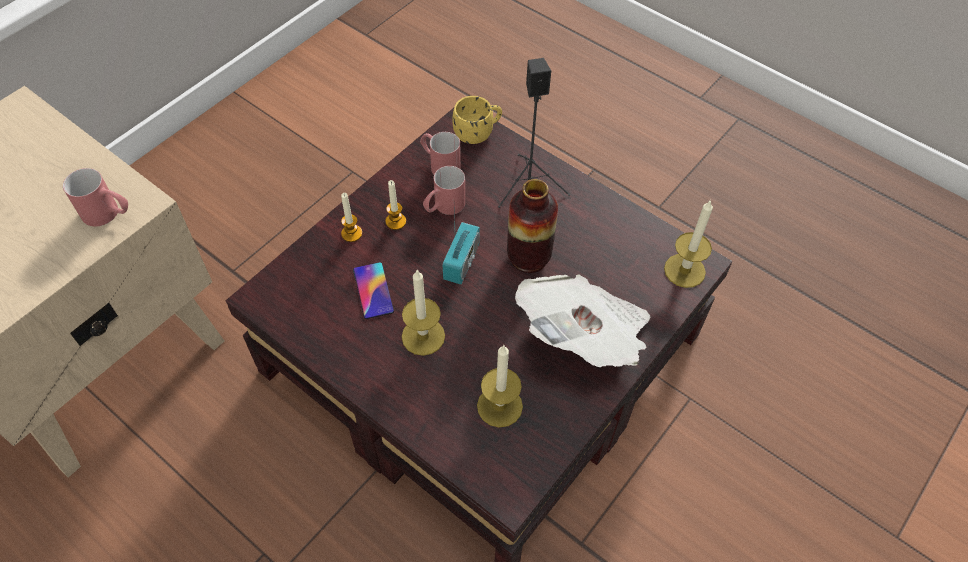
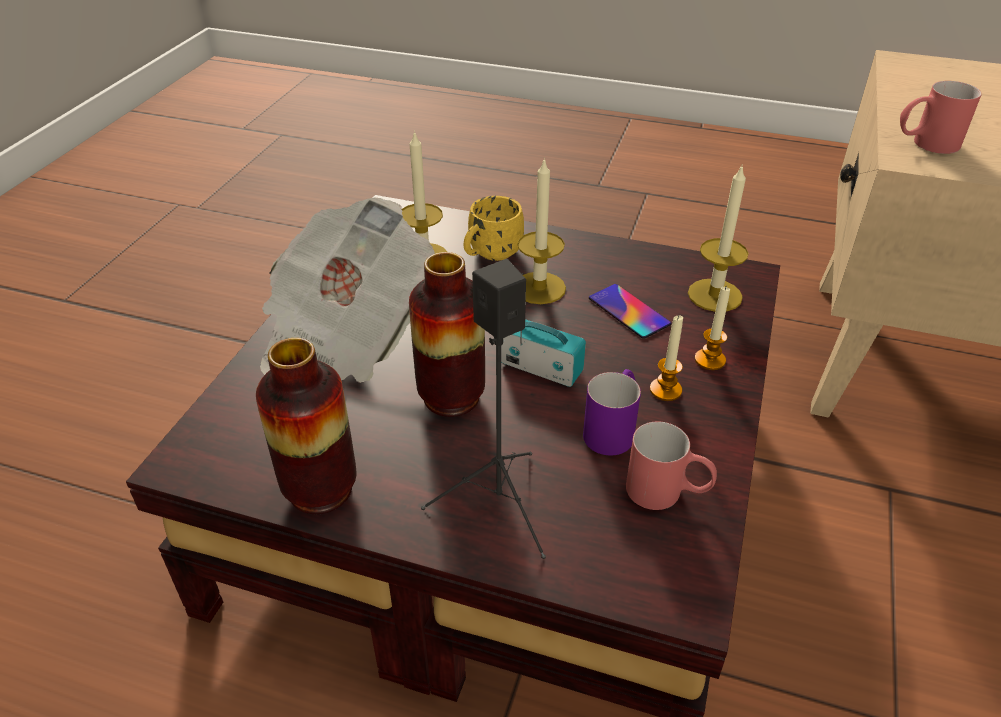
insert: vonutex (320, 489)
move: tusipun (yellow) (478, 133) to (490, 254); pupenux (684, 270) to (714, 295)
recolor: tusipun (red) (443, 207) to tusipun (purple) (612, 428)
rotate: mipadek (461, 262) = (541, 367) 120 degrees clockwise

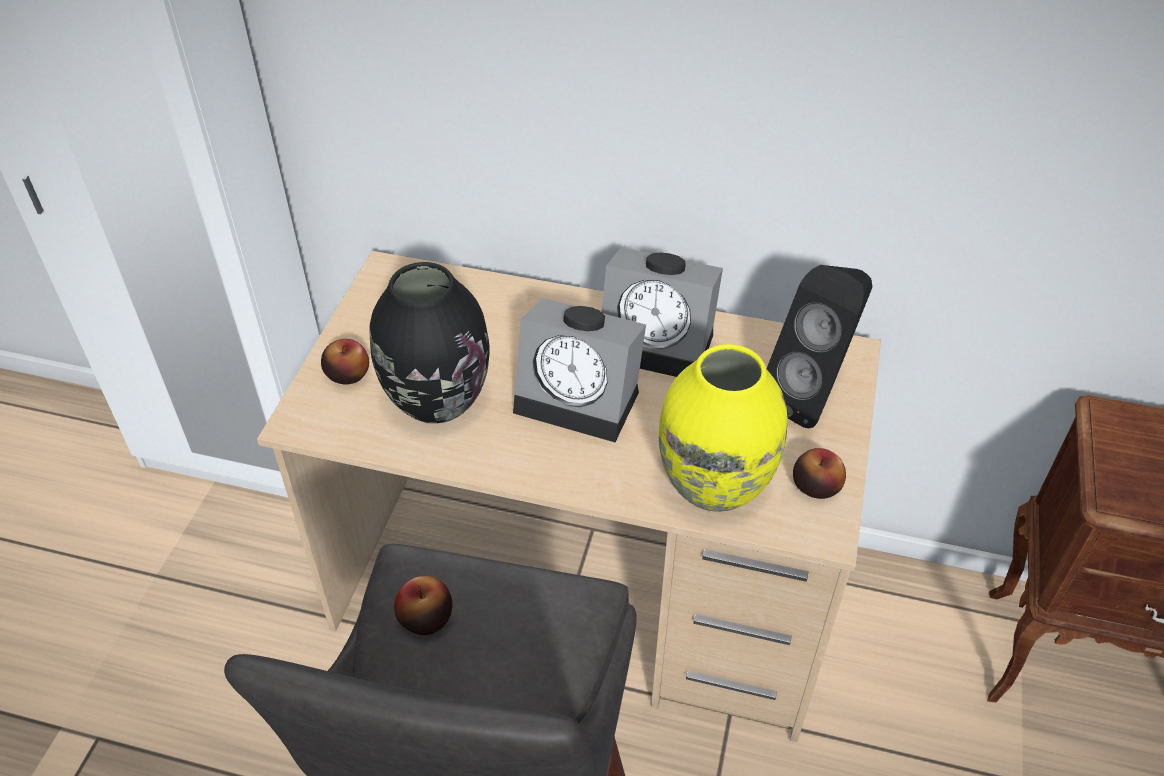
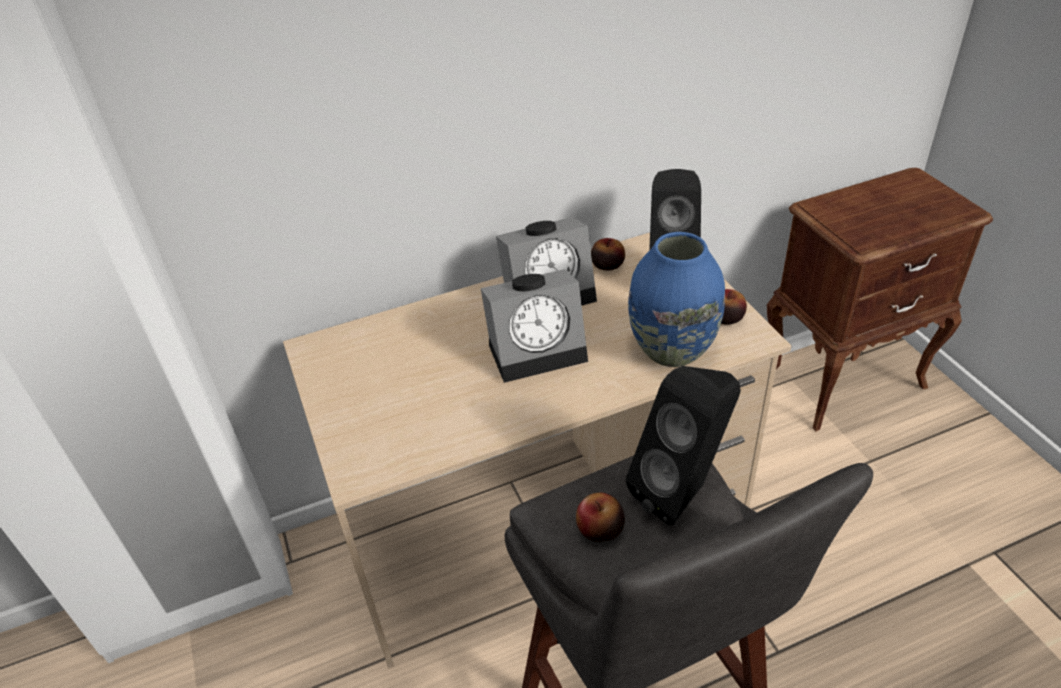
delete: vonutex (black) (437, 400)
insert: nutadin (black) (683, 491)
move: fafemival (348, 374) to (607, 265)
recolor: vonutex (yellow) (713, 485) to vonutex (blue) (671, 350)

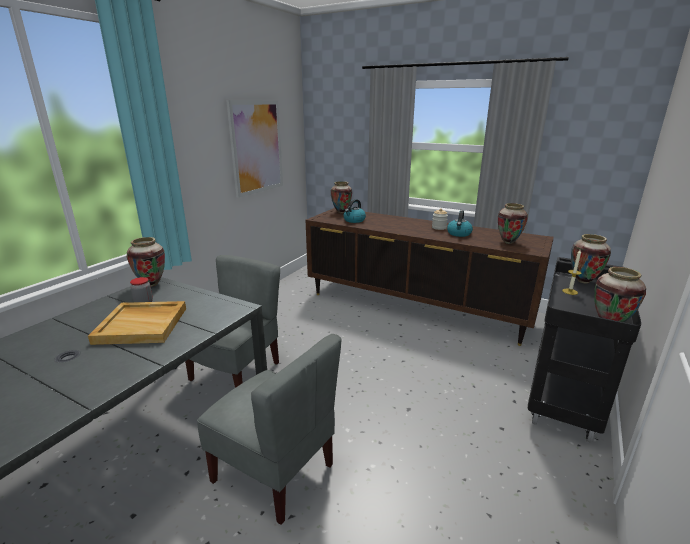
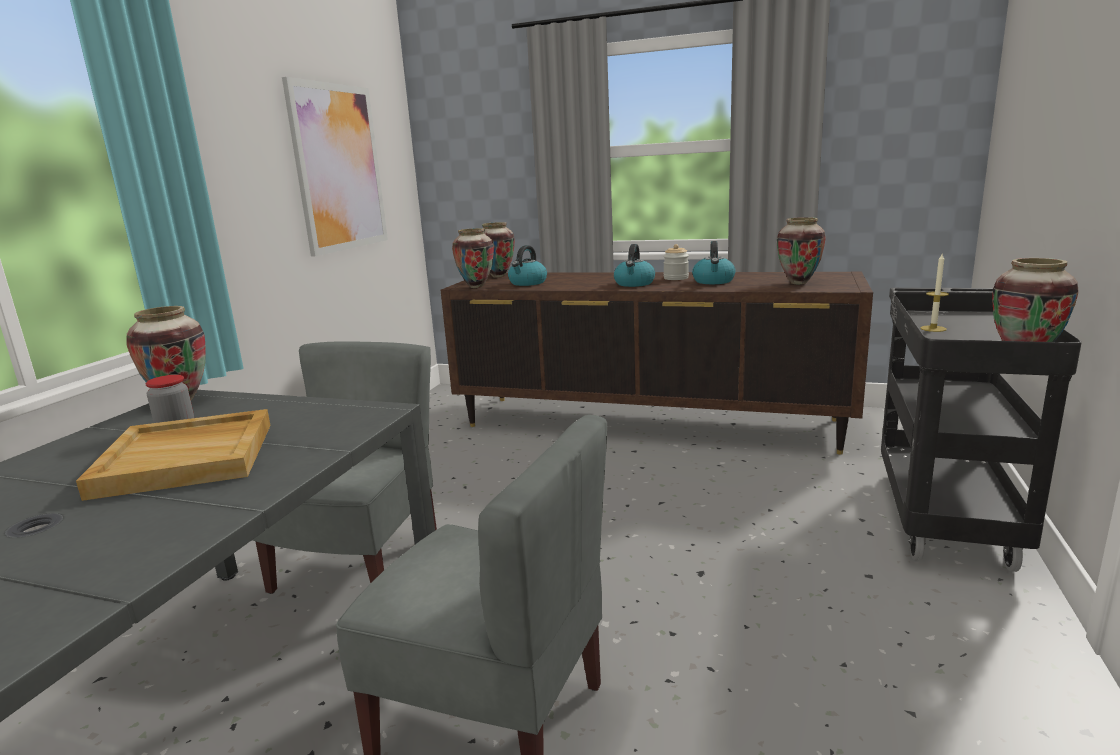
insert: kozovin (634, 284)
move: vonutex (583, 281) to (476, 287)

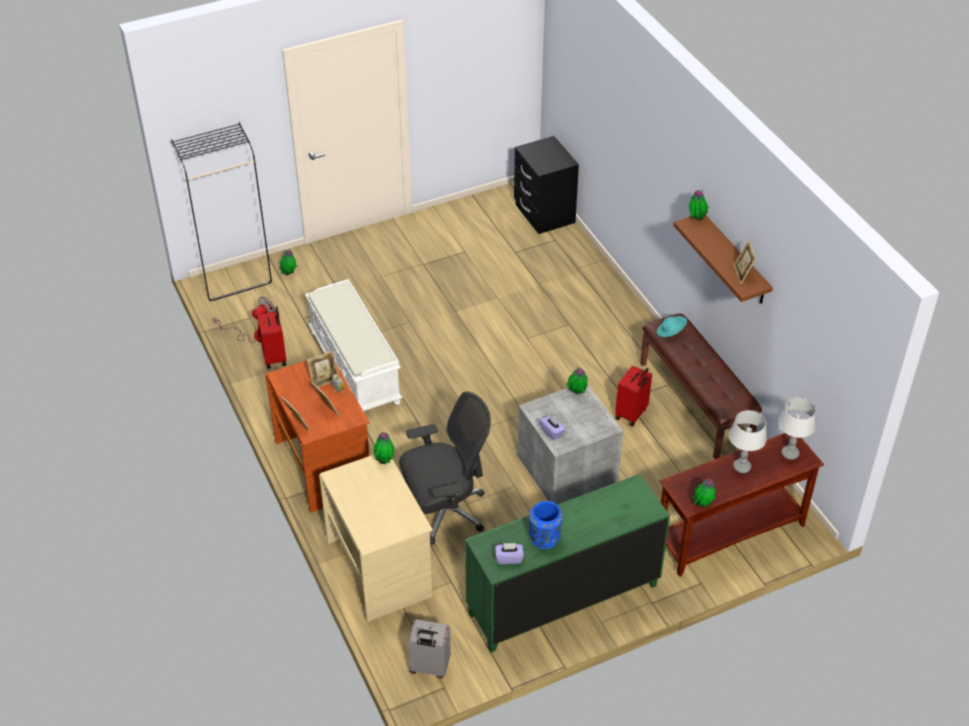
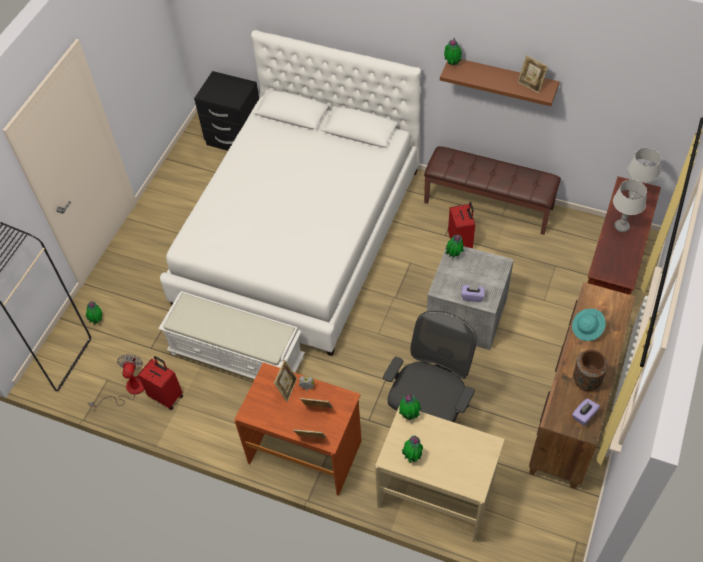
delete: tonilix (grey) (429, 667)
insert: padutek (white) (300, 235)
move: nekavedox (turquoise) (671, 332) to (587, 329); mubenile (702, 506) to (412, 457)
recolor: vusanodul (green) (563, 600) to vusanodul (brown) (572, 410); vonutex (blue) (545, 538) to vonutex (brown) (586, 380)

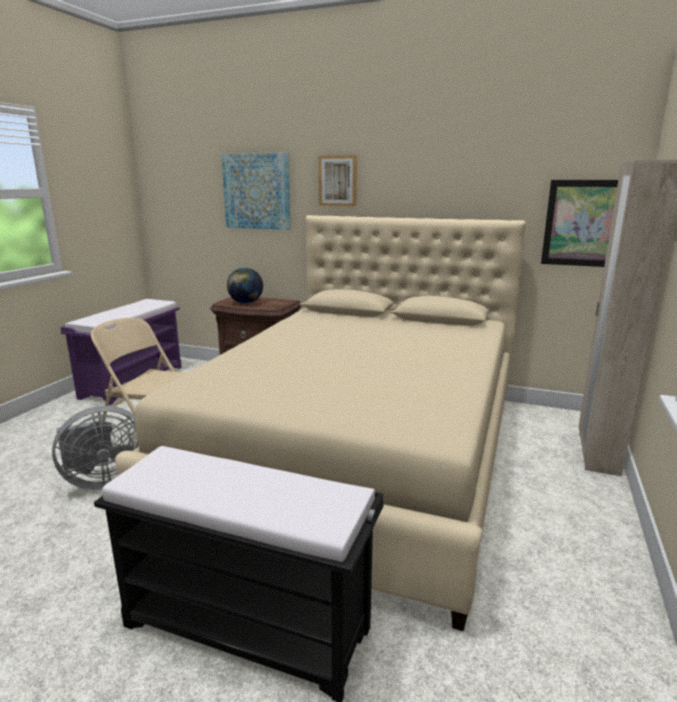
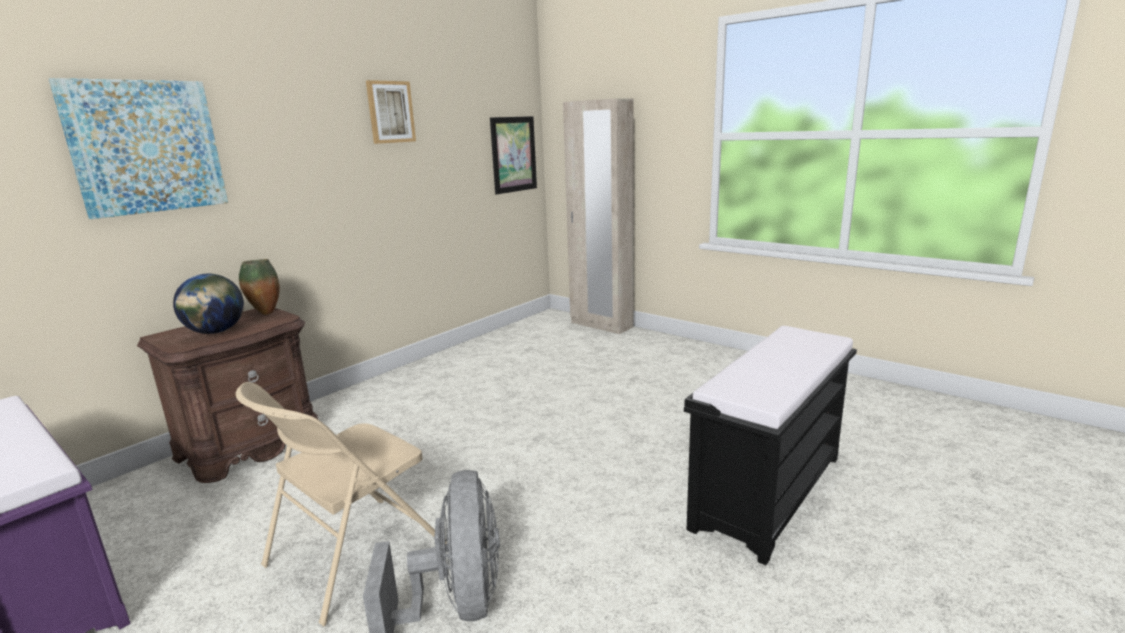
delete: padutek (beige) (360, 455)
insert: vonutex (265, 313)
move: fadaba (338, 181) to (390, 112)

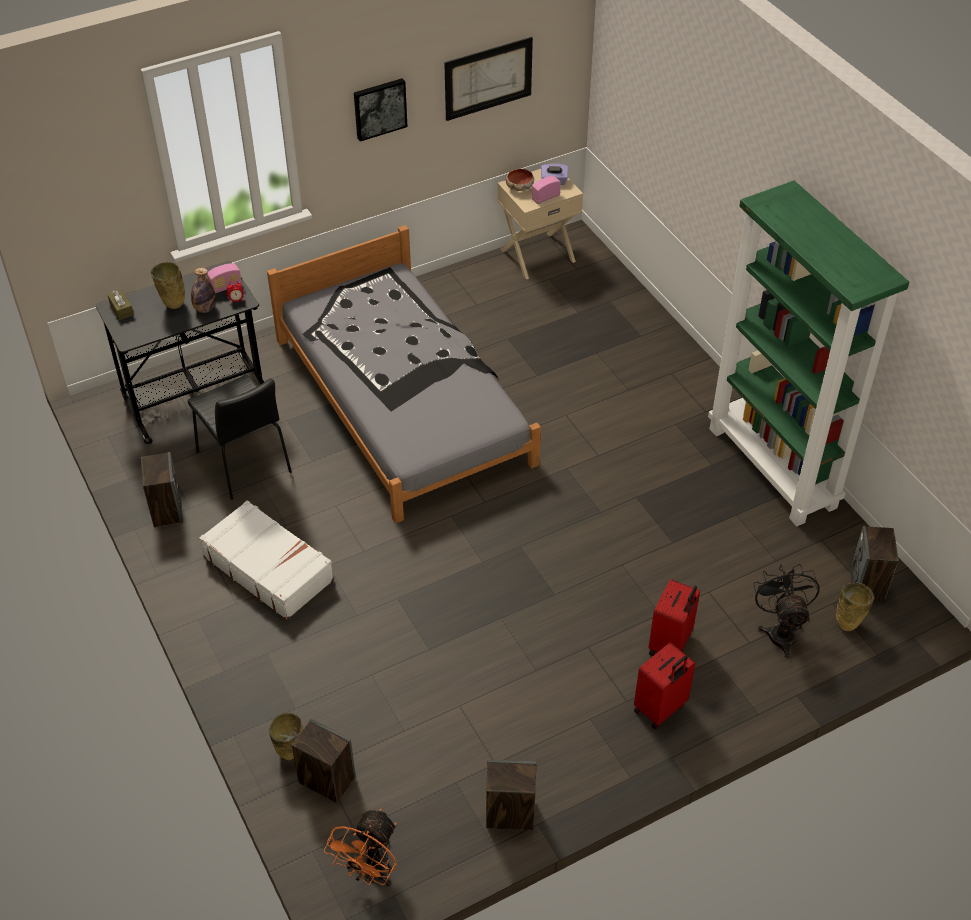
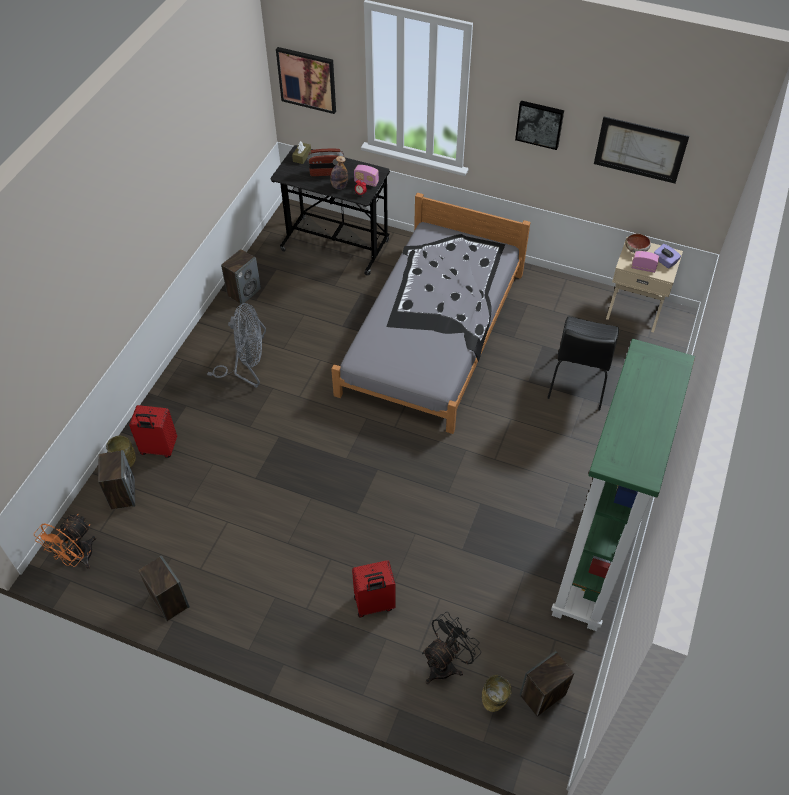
insert: fadaba (307, 79)
move: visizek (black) (246, 464) to (578, 383); tonilix (red) (660, 709) to (158, 449)
replace: vonutex (beige) (173, 306) to mipadek (327, 173); tonilix (white) (269, 568) to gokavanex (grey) (245, 363)
rotate: gokavanex (orange) (370, 872) = (77, 558) 45 degrees counterclockwise

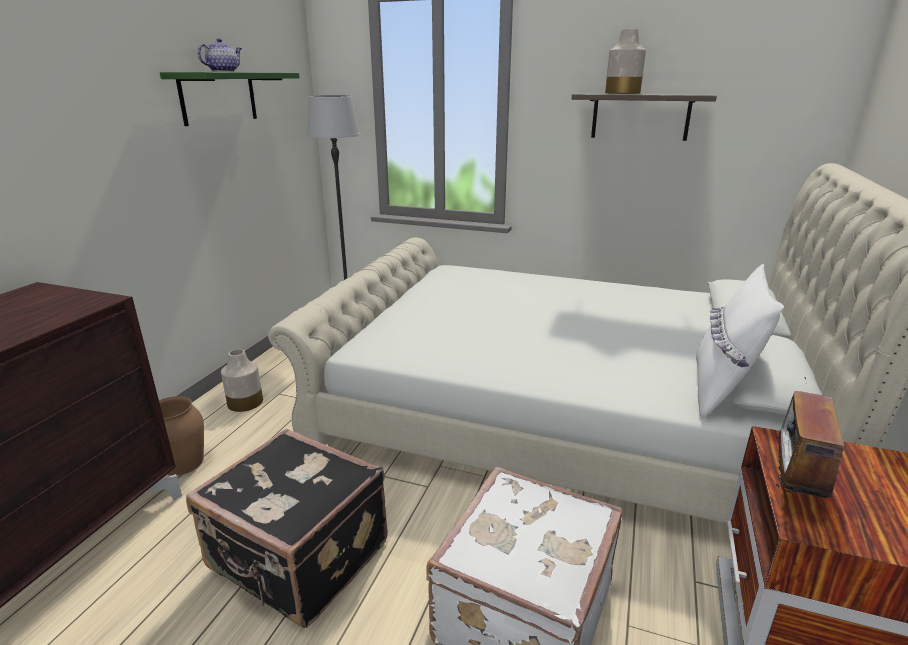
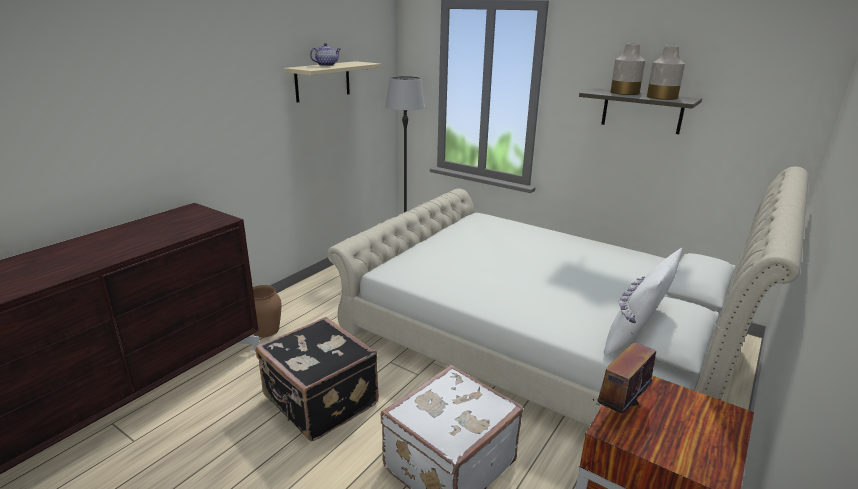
move: vonutex (beige) (245, 402) to (661, 97)
recolor: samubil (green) (219, 97) to samubil (beige) (323, 81)

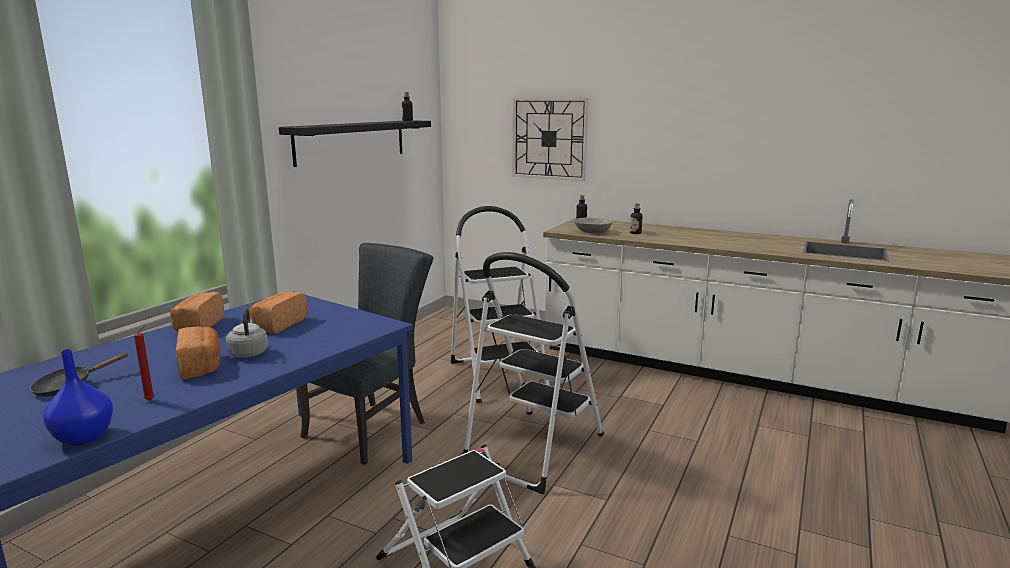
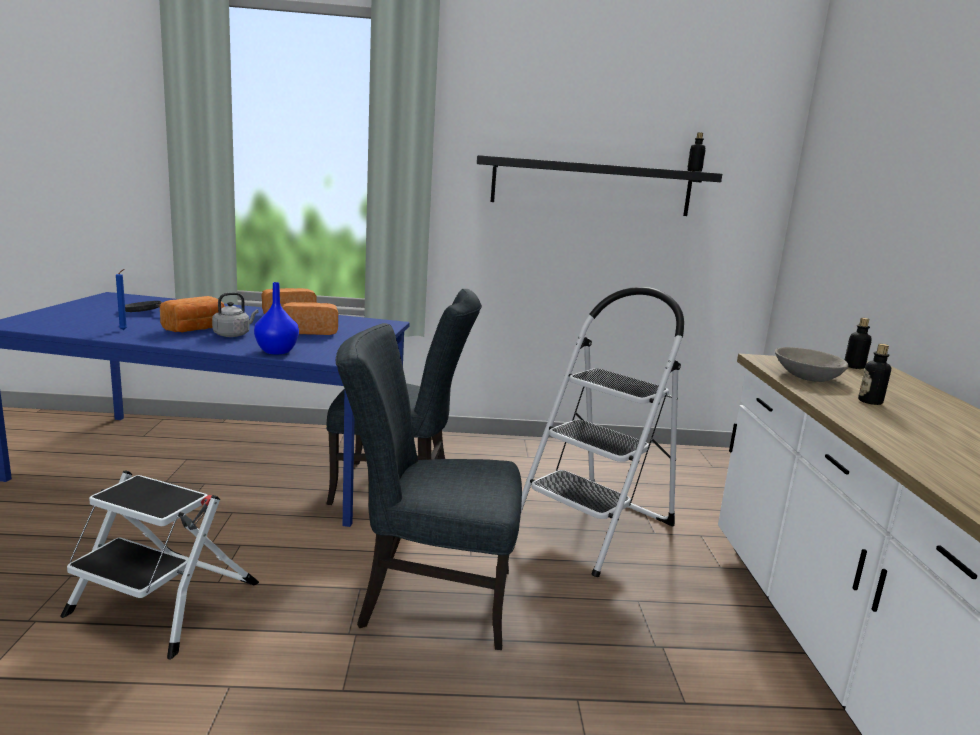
delete: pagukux (549, 138)
move: vonutex (blue) (83, 438) to (275, 351)
replace: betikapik (531, 450) to visizek (grey) (426, 598)
recolor: pupenux (red) (151, 400) to pupenux (blue) (124, 330)

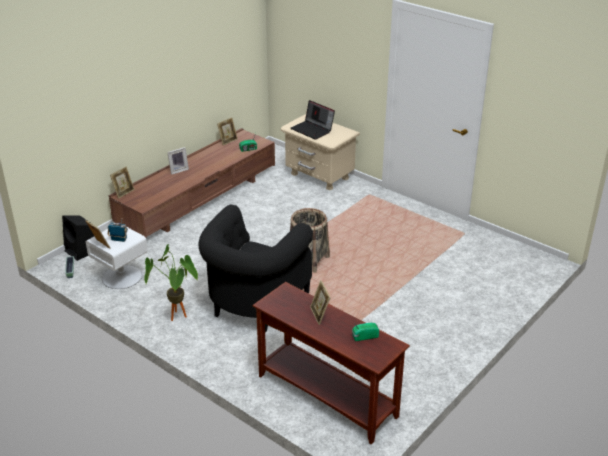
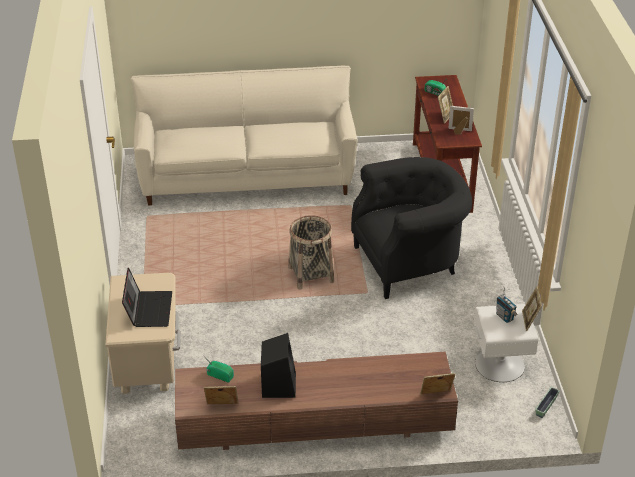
delete: mubenile (178, 319)
insert: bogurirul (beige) (246, 176)
move: nutadin (black) (81, 251) to (278, 384); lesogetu (178, 170) to (459, 132)

